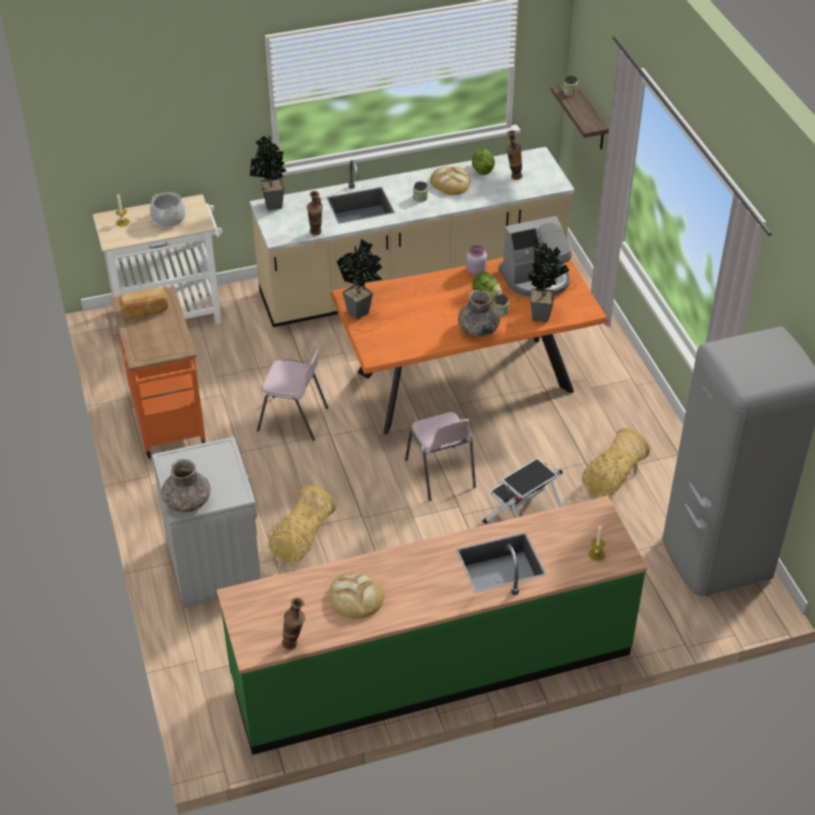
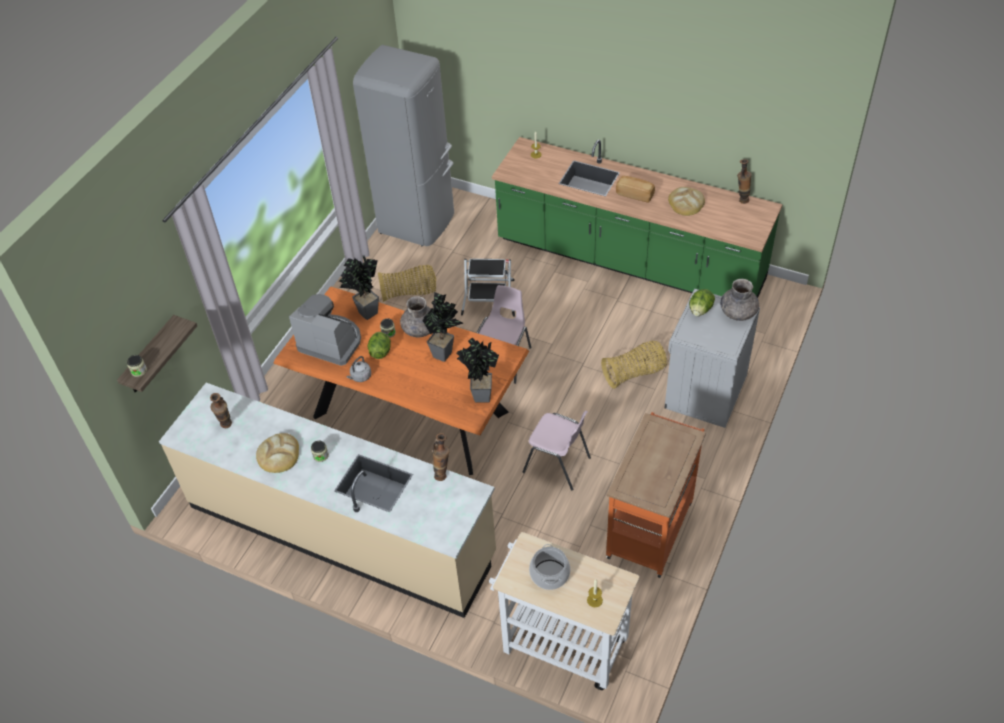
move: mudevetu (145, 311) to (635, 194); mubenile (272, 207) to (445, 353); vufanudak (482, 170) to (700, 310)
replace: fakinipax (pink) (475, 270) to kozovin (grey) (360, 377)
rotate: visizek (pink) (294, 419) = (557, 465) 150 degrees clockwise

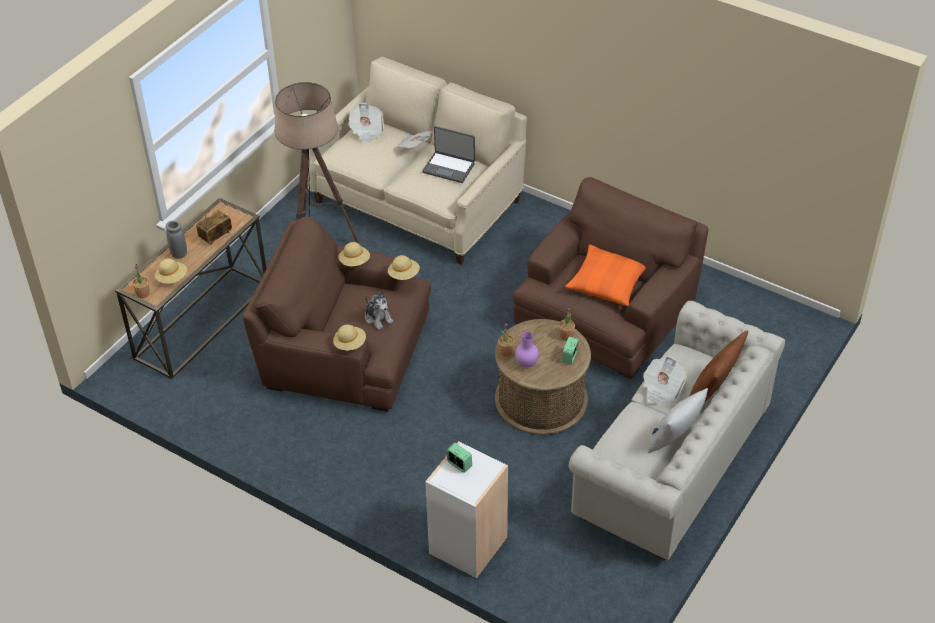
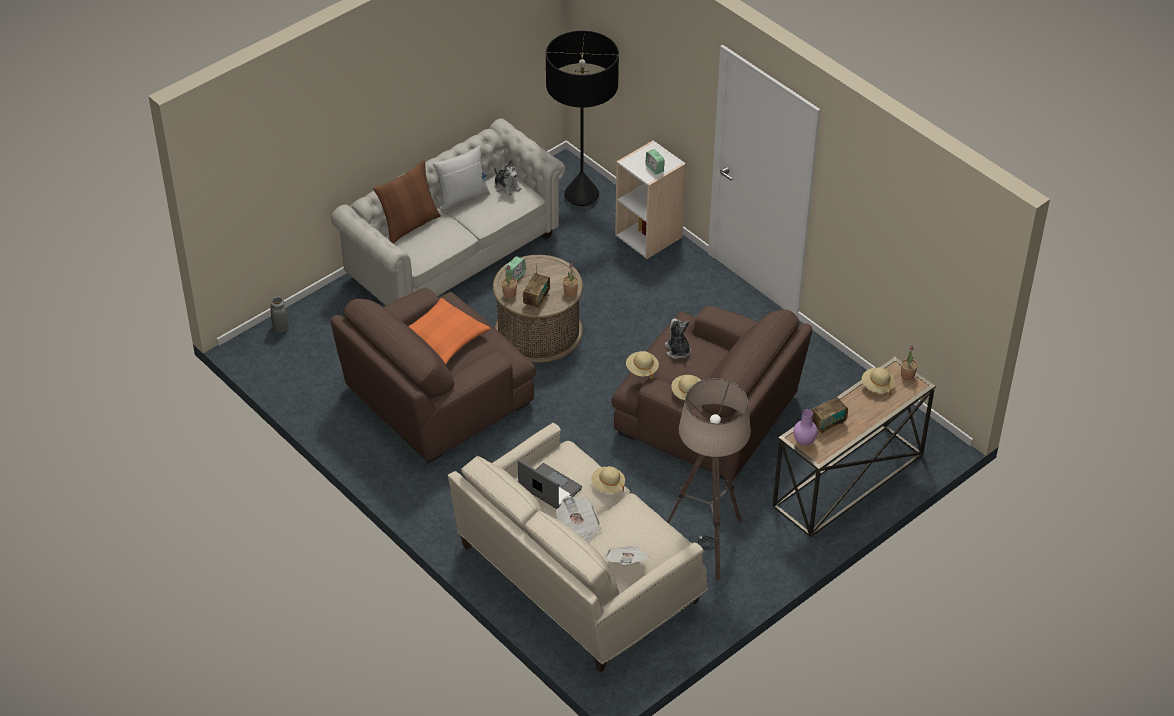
delete: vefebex (662, 389)
insert: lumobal (507, 187); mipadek (536, 299); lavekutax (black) (581, 197)
move: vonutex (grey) (179, 253) to (280, 328); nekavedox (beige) (350, 344) to (608, 485); vonutex (purple) (526, 364) to (804, 442)

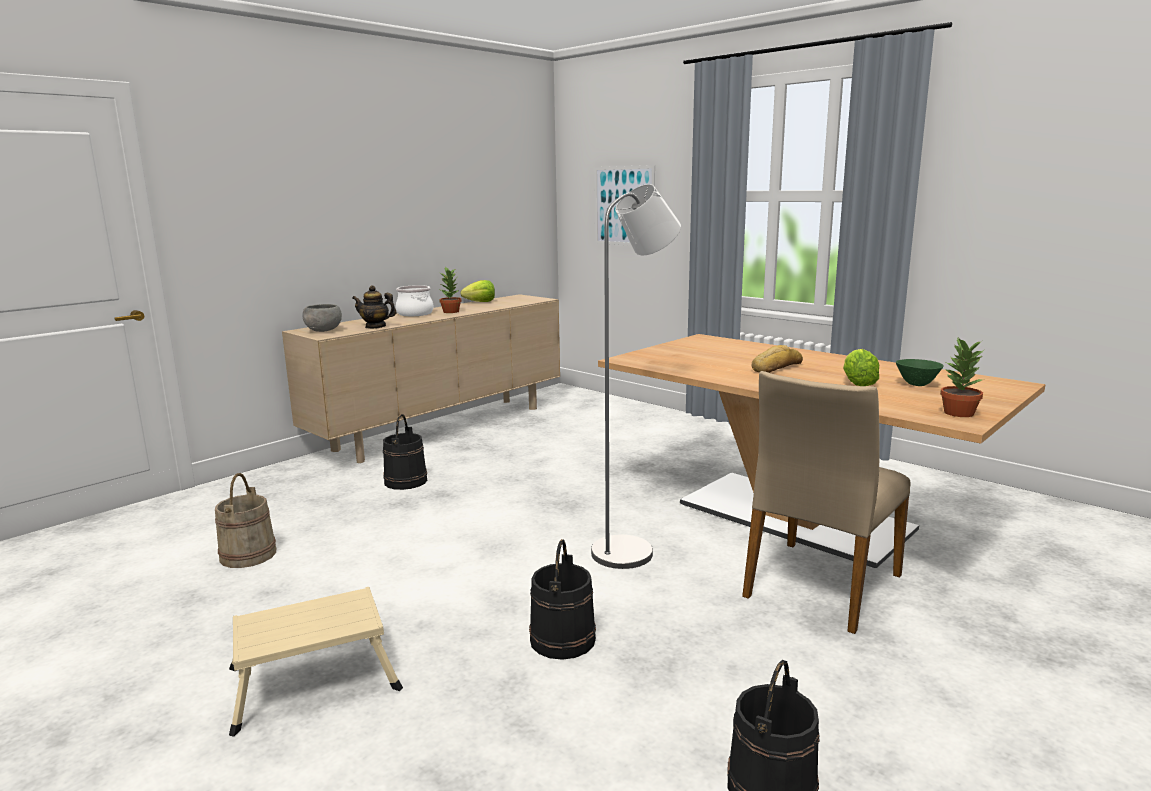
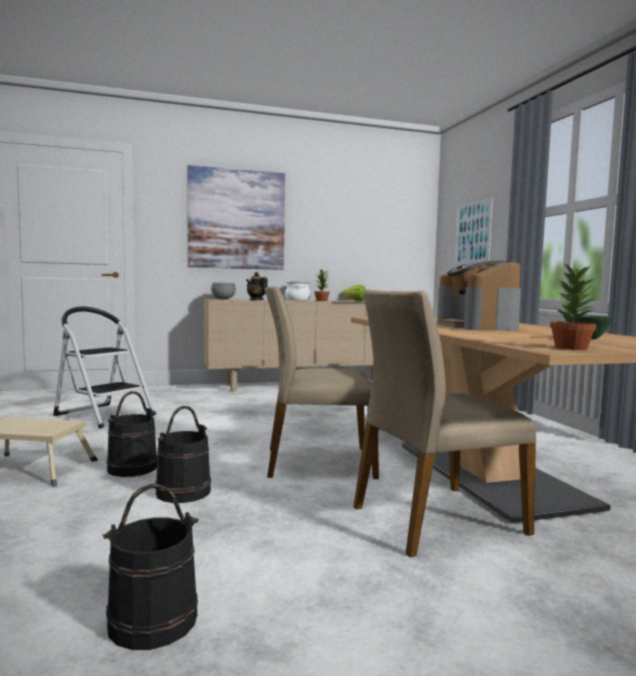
delete: vufanudak (857, 383)
insert: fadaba (236, 219)
move: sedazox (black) (405, 481) to (132, 468)
replace: sedazox (beige) (248, 555) to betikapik (103, 415); lavekutax (grey) (632, 550) to visizek (beige) (318, 462); mudevetu (774, 367) to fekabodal (477, 326)

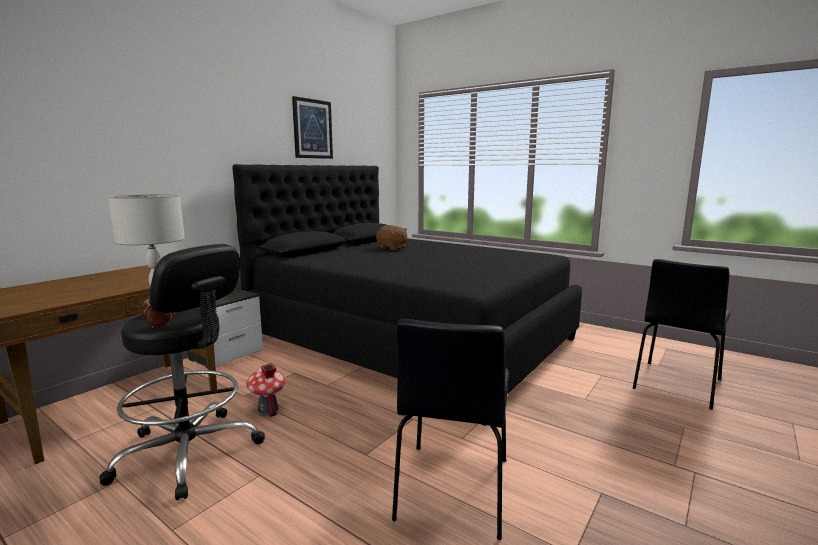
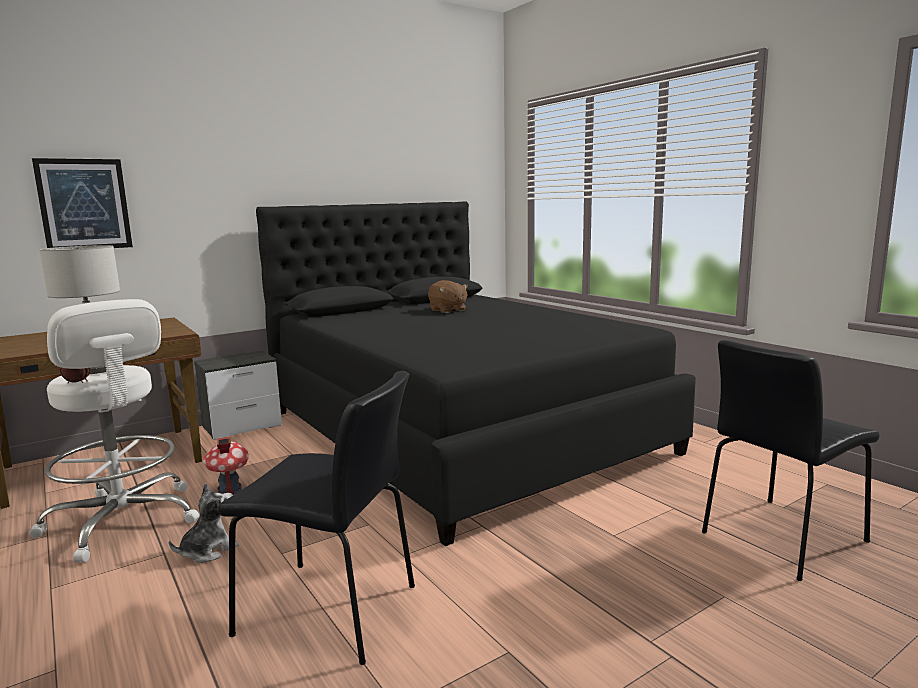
insert: lumobal (208, 551)
move: fadaba (312, 129) to (84, 204)
recolor: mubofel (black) (189, 453) to mubofel (white) (123, 521)
rotate: visizek (black) (453, 491) = (333, 610) 105 degrees counterclockwise

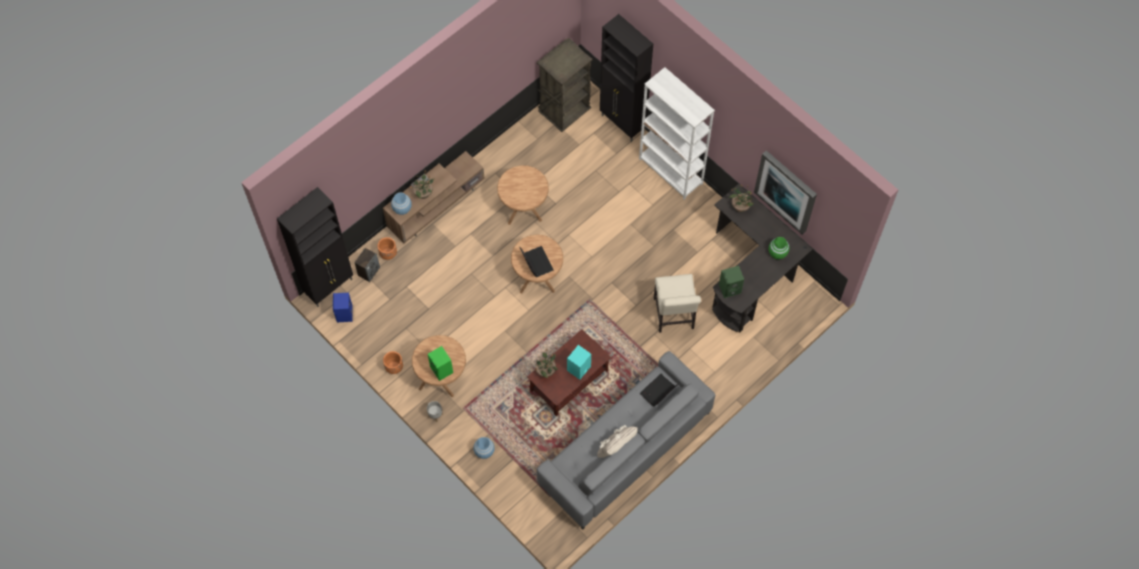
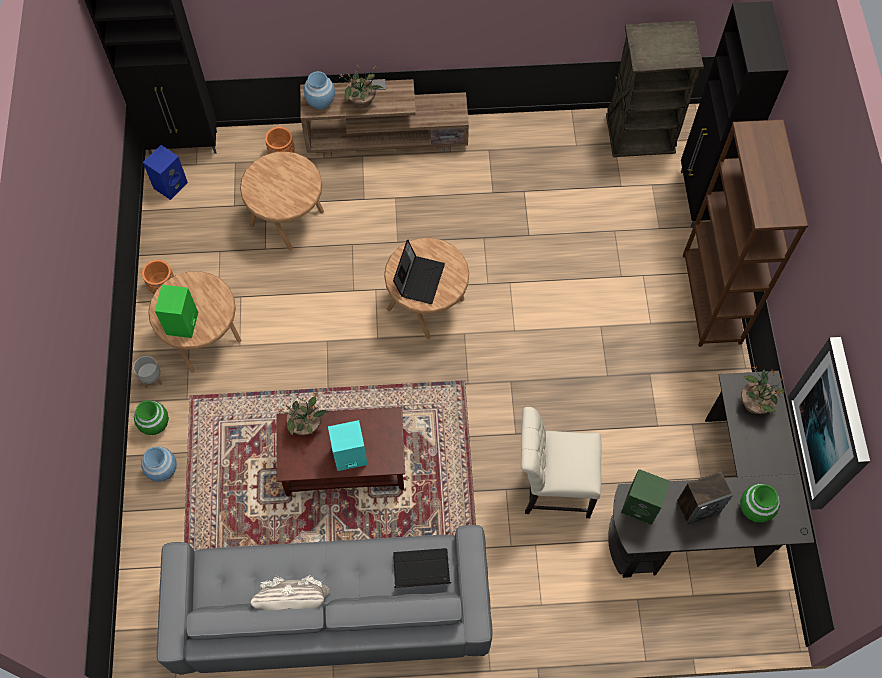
insert: vonutex (green) (155, 424)
move: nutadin (369, 271) to (698, 506); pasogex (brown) (523, 206) to (288, 218)
recolor: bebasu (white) (671, 171) to bebasu (brown) (711, 299)
rotate: visizek (beige) (673, 316) = (551, 486) 60 degrees clockwise

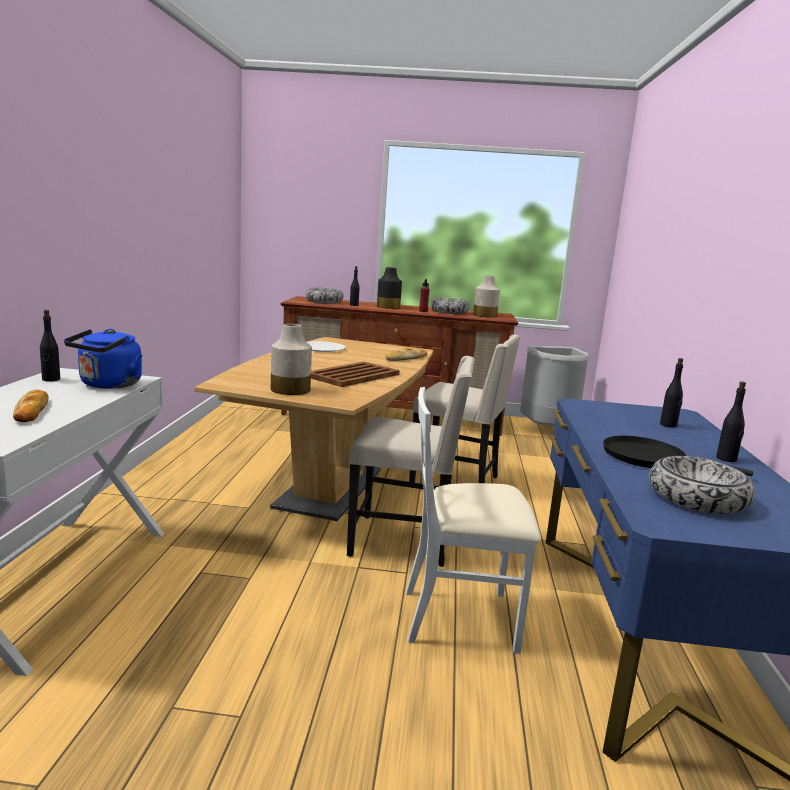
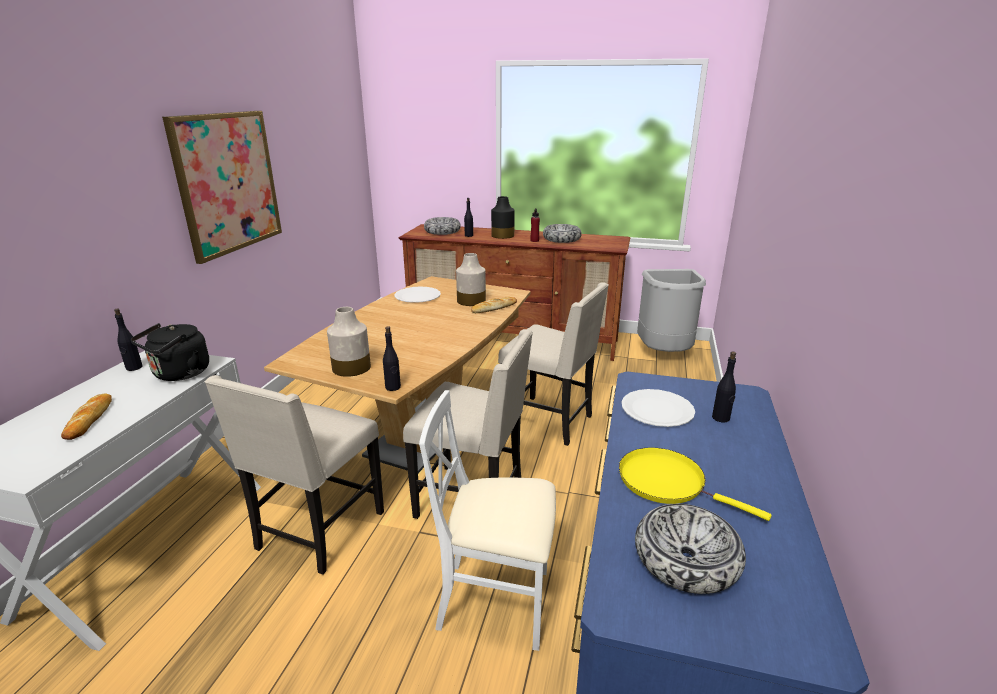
delete: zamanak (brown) (354, 375)
insert: fadaba (228, 183); visizek (beige) (318, 532); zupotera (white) (657, 410)
move: vonutex (beige) (484, 315) to (471, 300); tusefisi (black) (726, 459) to (393, 387)
recolor: kozovin (blue) (108, 385) to kozovin (black) (179, 374); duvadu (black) (649, 458) to duvadu (yellow) (667, 482)

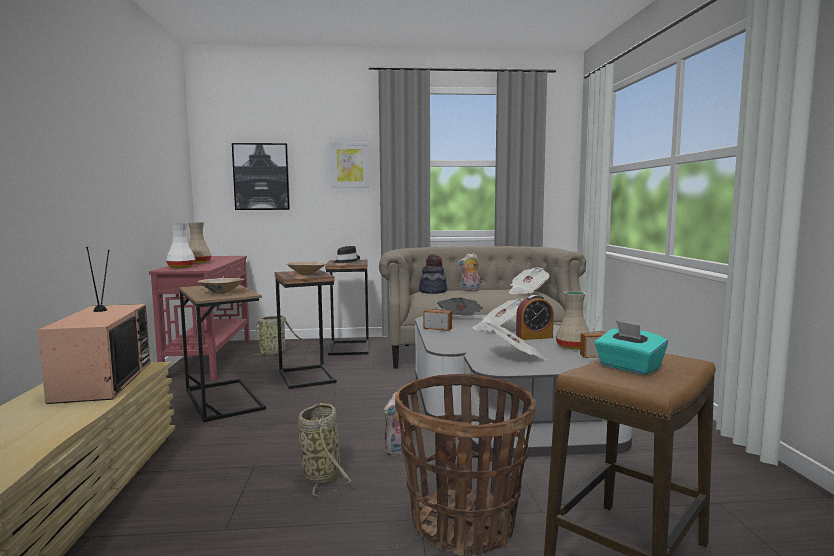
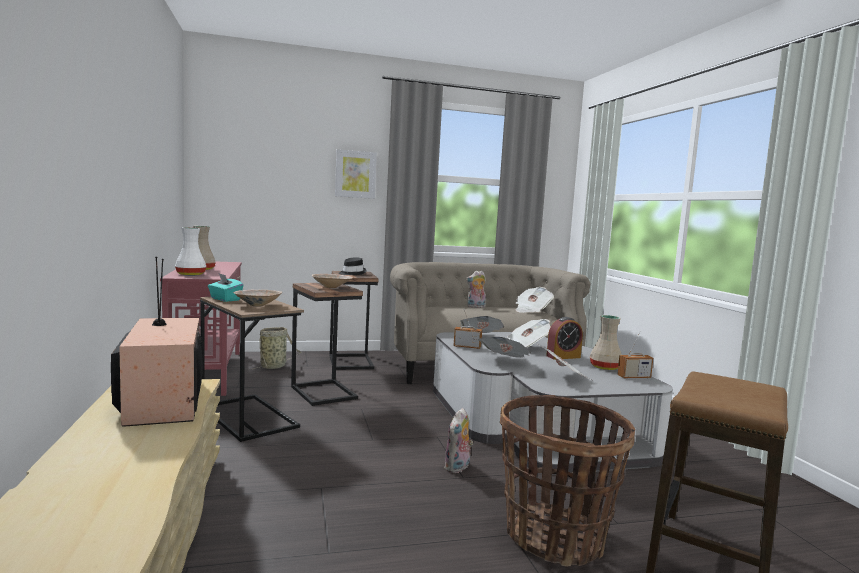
delete: fadaba (261, 177); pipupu (321, 474); nekavedox (433, 291)
insert: vefebex (505, 362)
move: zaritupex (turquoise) (628, 367) to (225, 299)

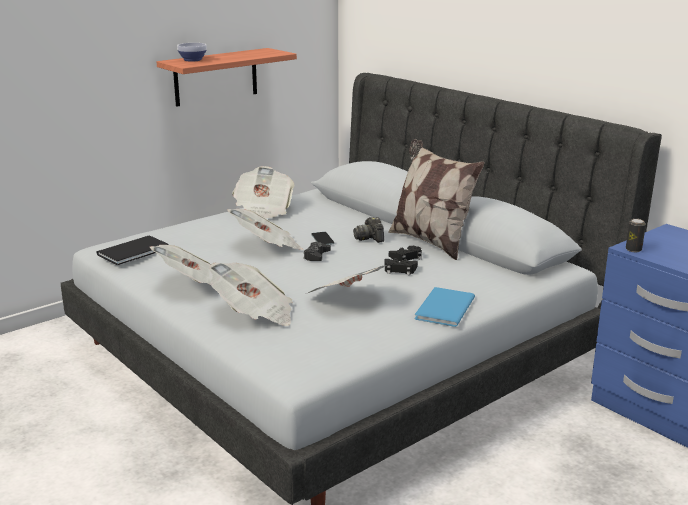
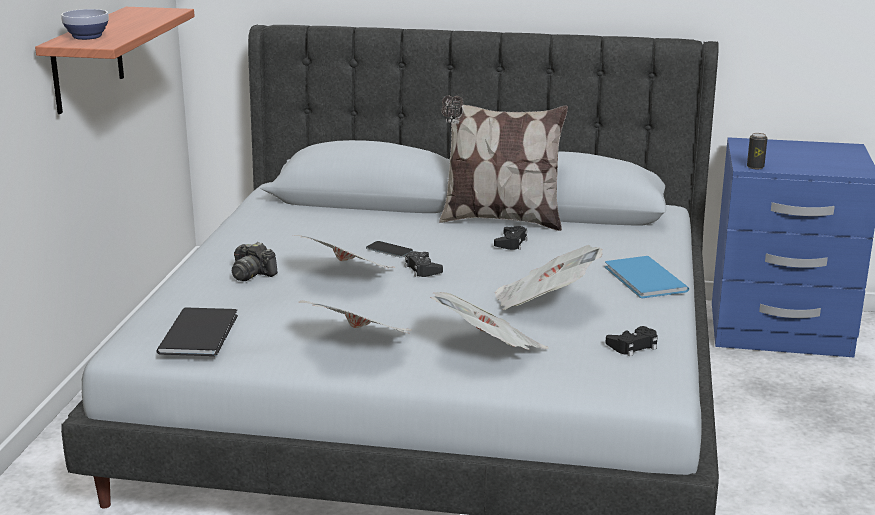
delete: vefebex (263, 210)
move: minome (369, 238) to (252, 274); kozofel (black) (399, 270) to (633, 346)

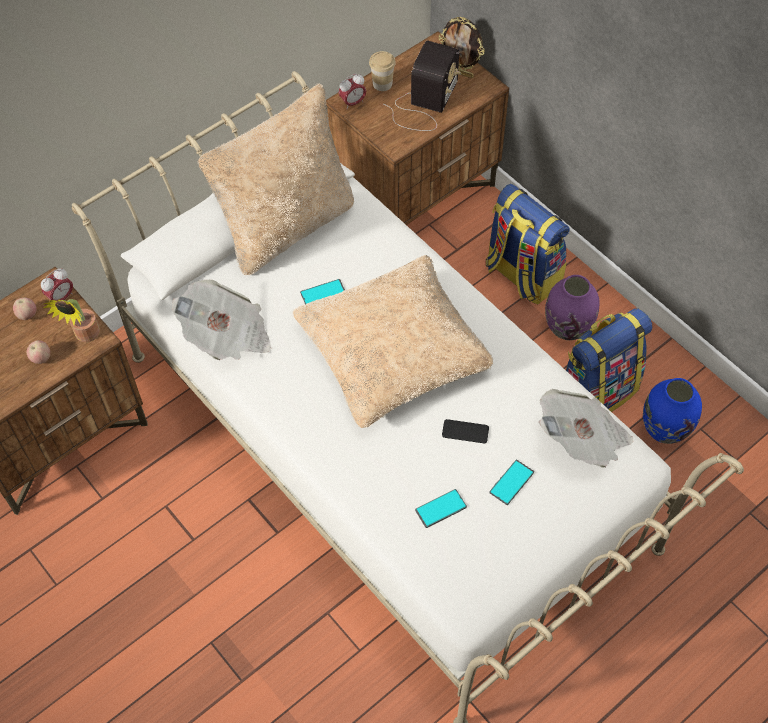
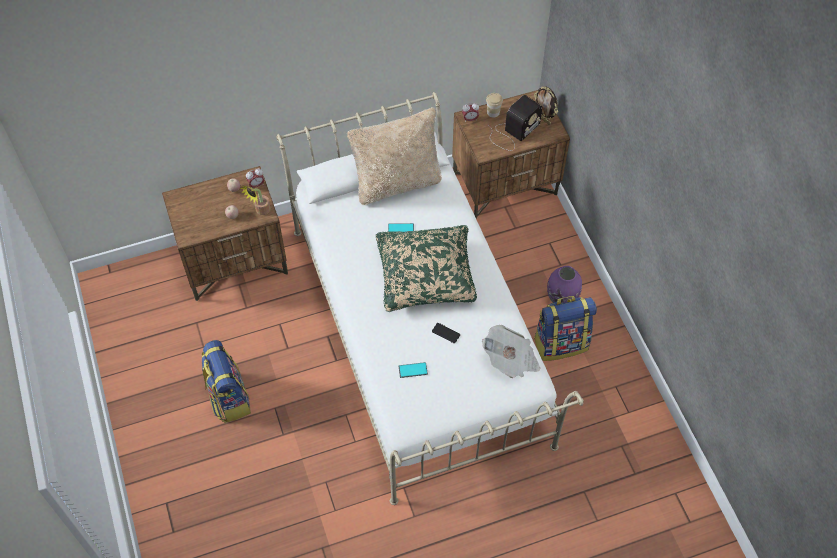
delete: vefebex (227, 336); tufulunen (511, 482); vonutex (blue) (664, 429)
move: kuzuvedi (521, 275) to (228, 398)
recolor: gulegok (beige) (394, 351) to gulegok (green) (426, 275)

